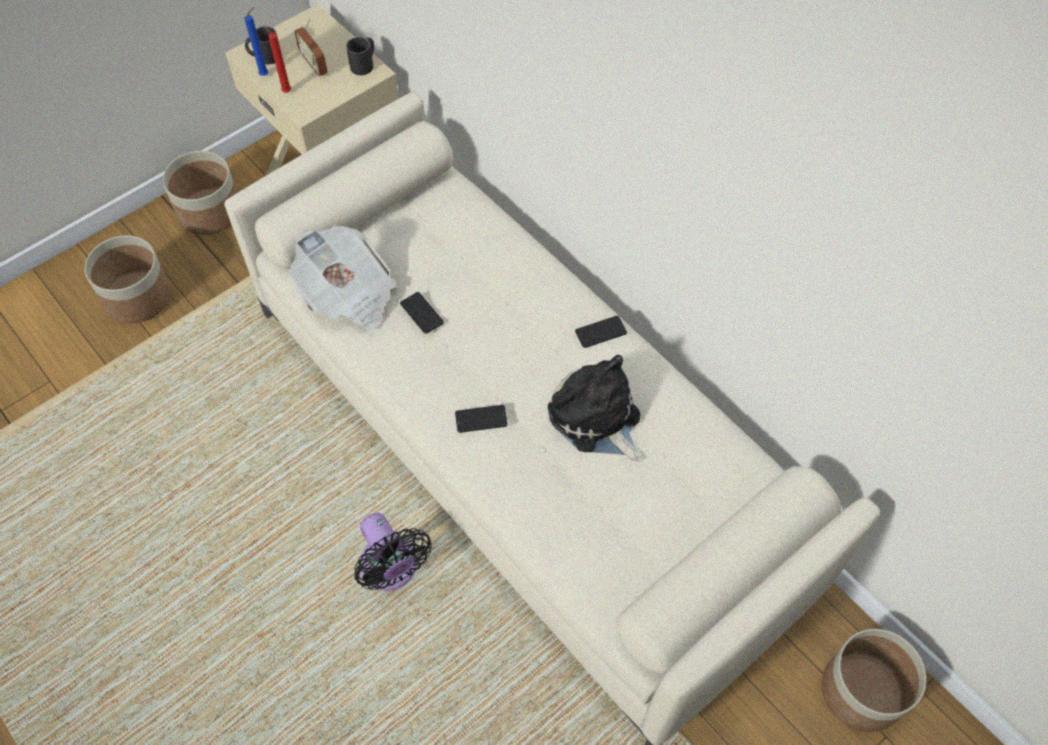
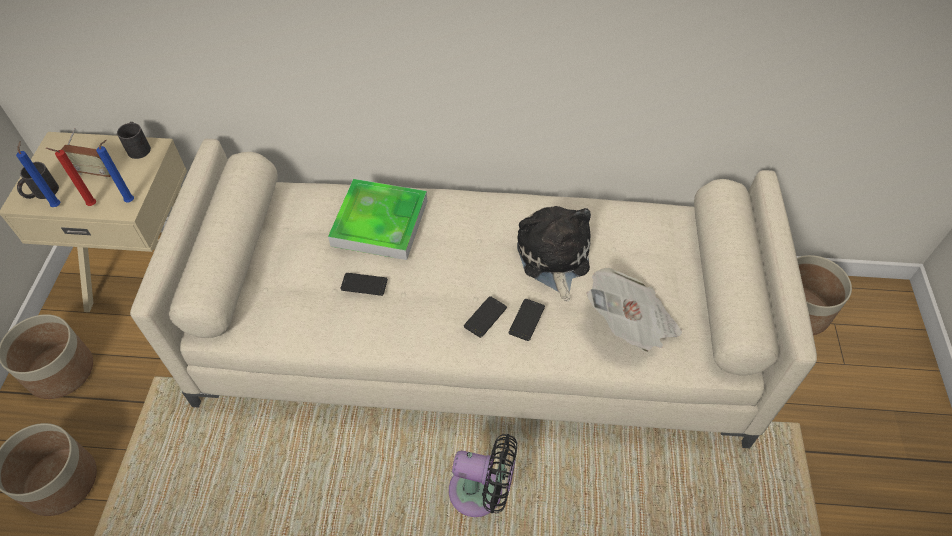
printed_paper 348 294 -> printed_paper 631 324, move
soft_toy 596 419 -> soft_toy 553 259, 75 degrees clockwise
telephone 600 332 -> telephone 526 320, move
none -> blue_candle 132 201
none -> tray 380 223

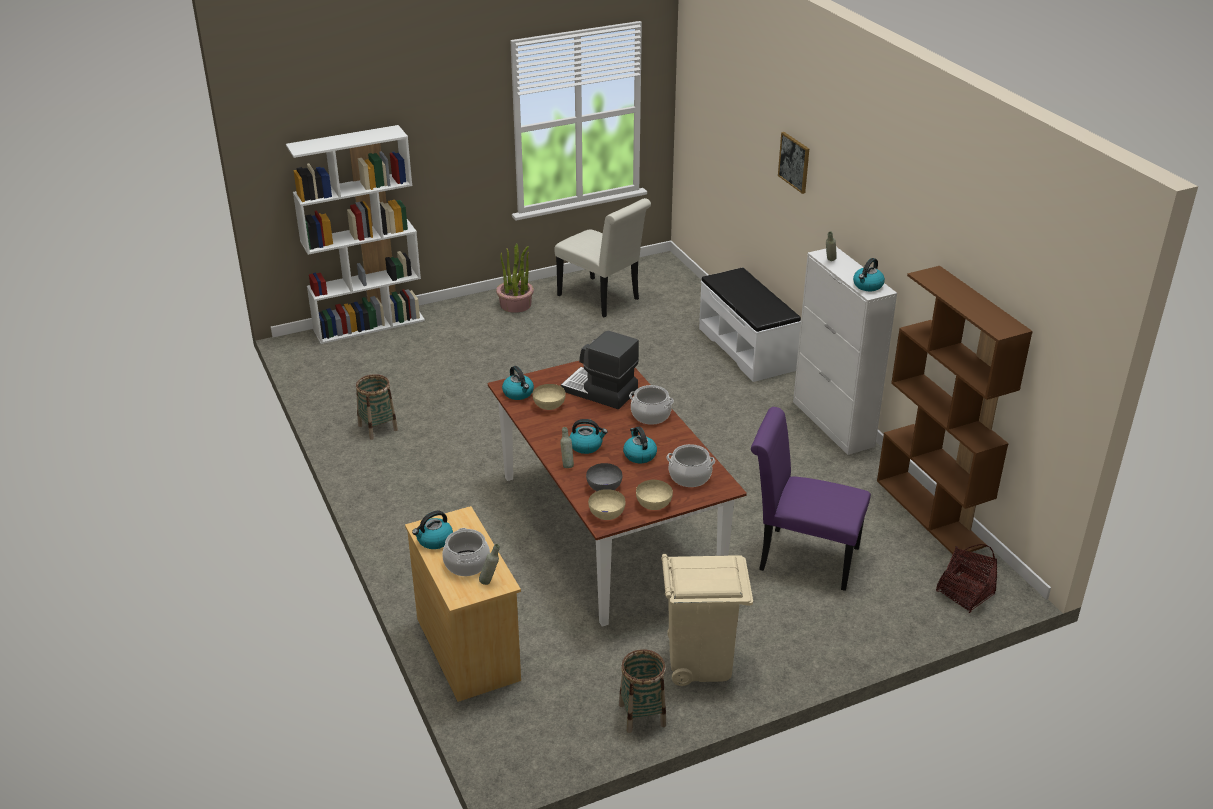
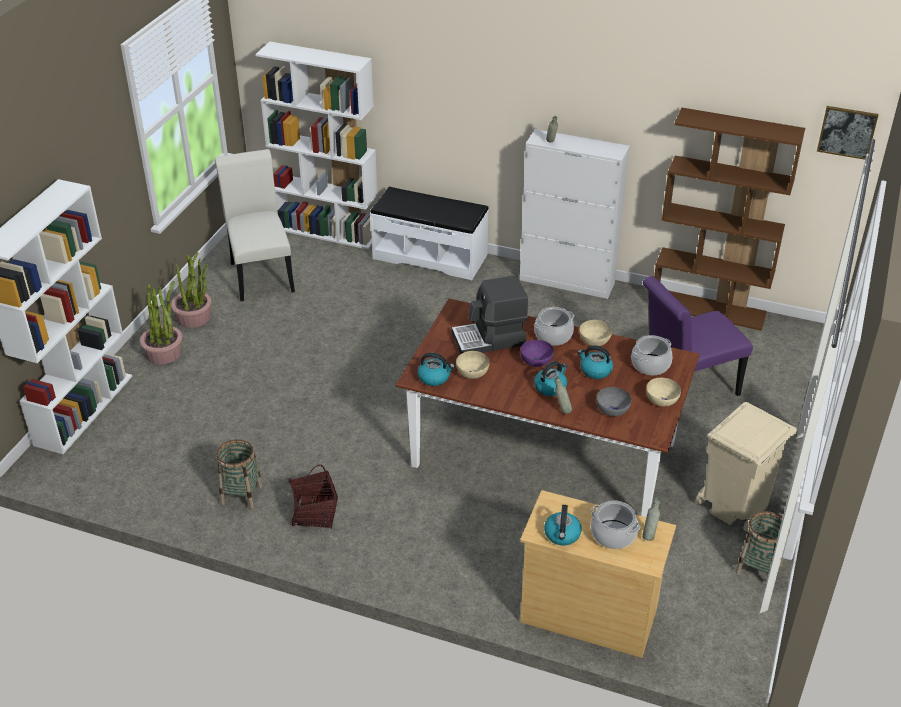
white-coloured_chair 602 299 -> white-coloured_chair 261 274, 105 degrees counterclockwise
beige_deep_dish 607 514 -> beige_deep_dish 595 341, move
picture 794 162 -> picture 847 132, move
water_kettle 867 286 -> none
storage_basket 964 593 -> storage_basket 315 513, move
none -> plant_in_a_pot 164 353
none -> white-coloured_bookshelf 327 231
none -> purple_deep_dish 536 361

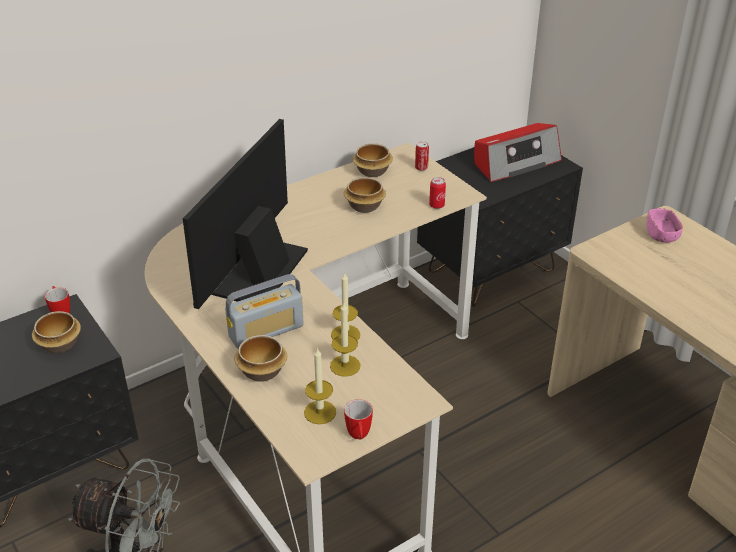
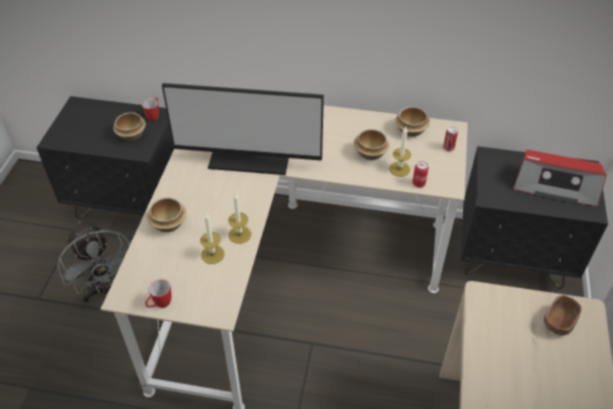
computer_display 258 271 -> computer_display 250 157, 150 degrees counterclockwise
radio_receiver 266 331 -> none
candle 320 412 -> candle 399 169, move
pinkish_deep_dish 661 235 -> brown_deep_dish 558 322

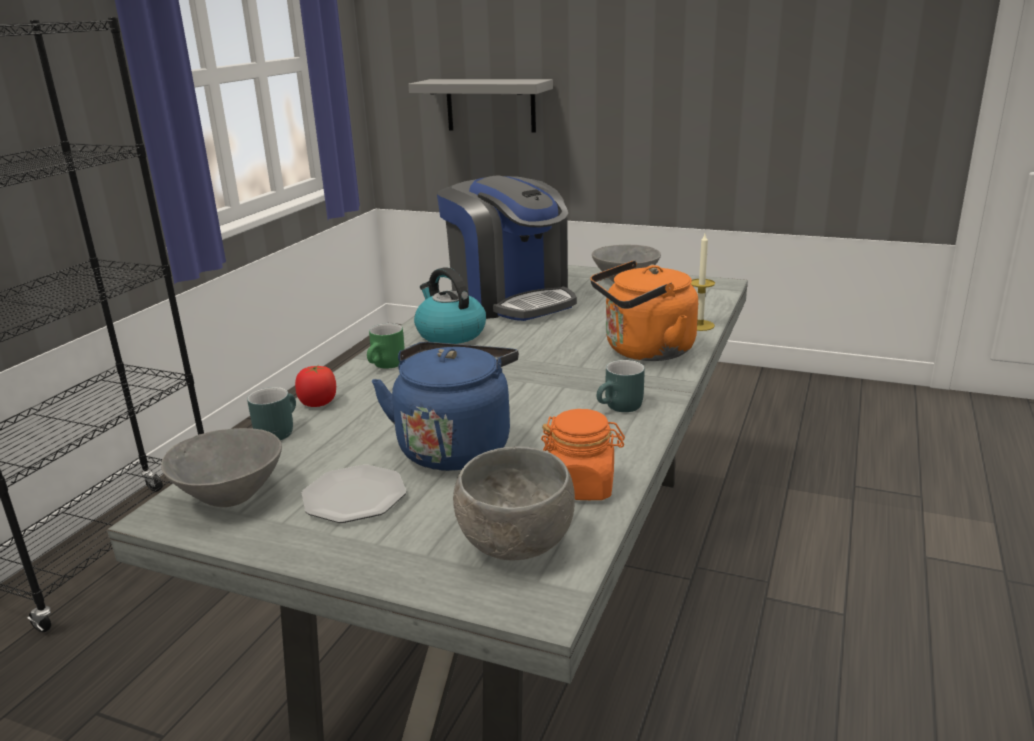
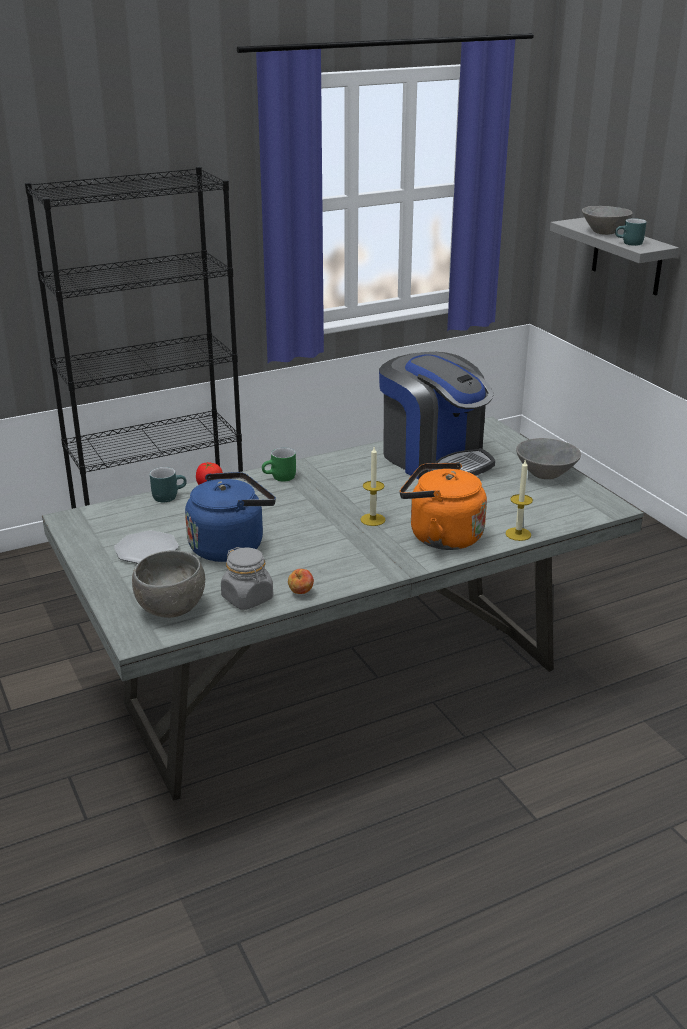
gray_deep_dish 230 495 -> gray_deep_dish 604 232, move
water_kettle 450 333 -> none
coffee_machine 510 300 -> coffee_machine 434 458, 45 degrees counterclockwise
orange_preserve_jar 581 486 -> gray_preserve_jar 247 598
turquoise-coloured_mug 621 408 -> turquoise-coloured_mug 629 243, move
none -> whole_apple 301 593
none -> candle 373 519

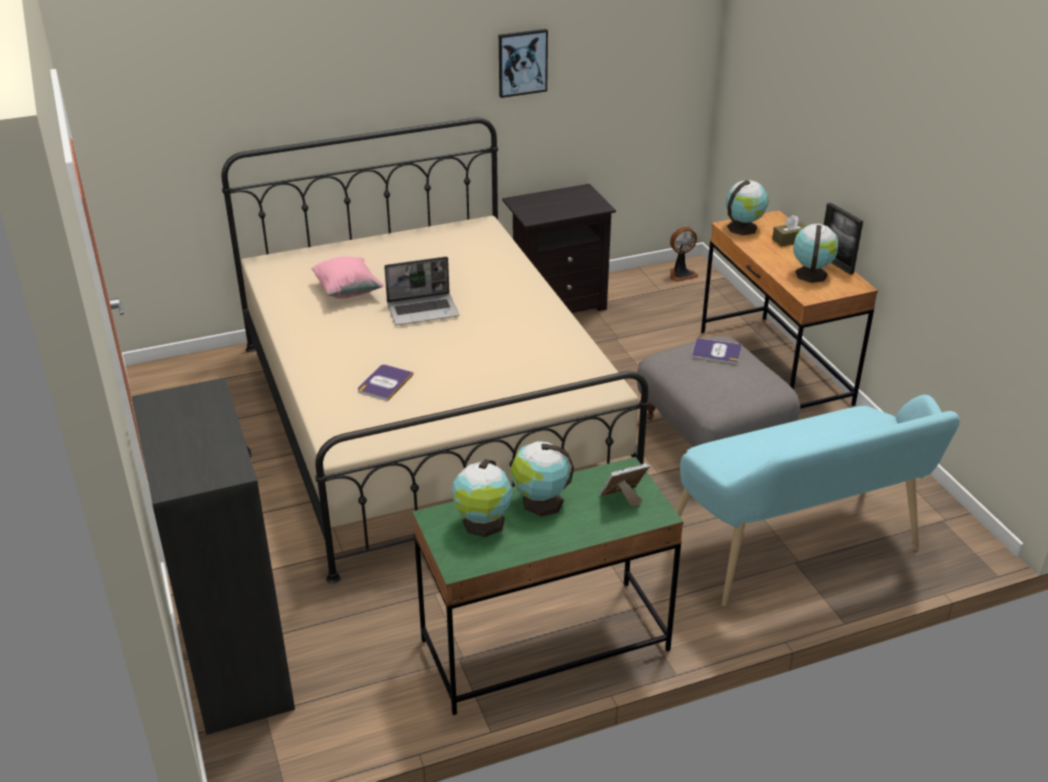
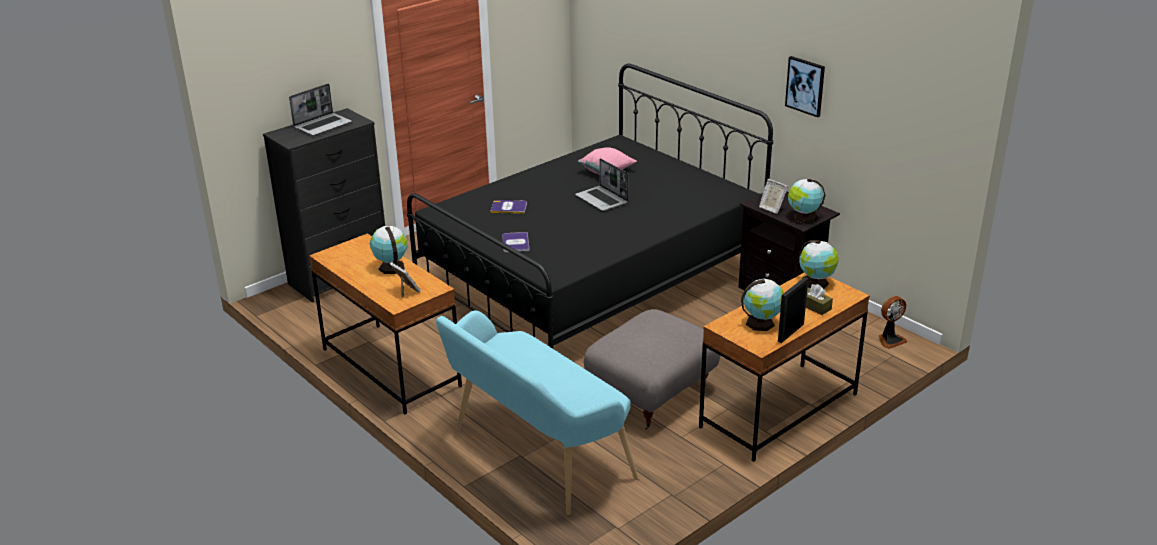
beige_bedroom_bed 427 418 -> blackish_bedroom_bed 590 277
green-coloured_desk_unit 544 645 -> brown_desk_unit 390 367
globe 483 524 -> globe 803 217, move
electric_fan 681 274 -> electric_fan 890 340, 75 degrees counterclockwise
book 716 352 -> book 515 243, move
none -> portable_computer 323 125
none -> photo_frame 771 208

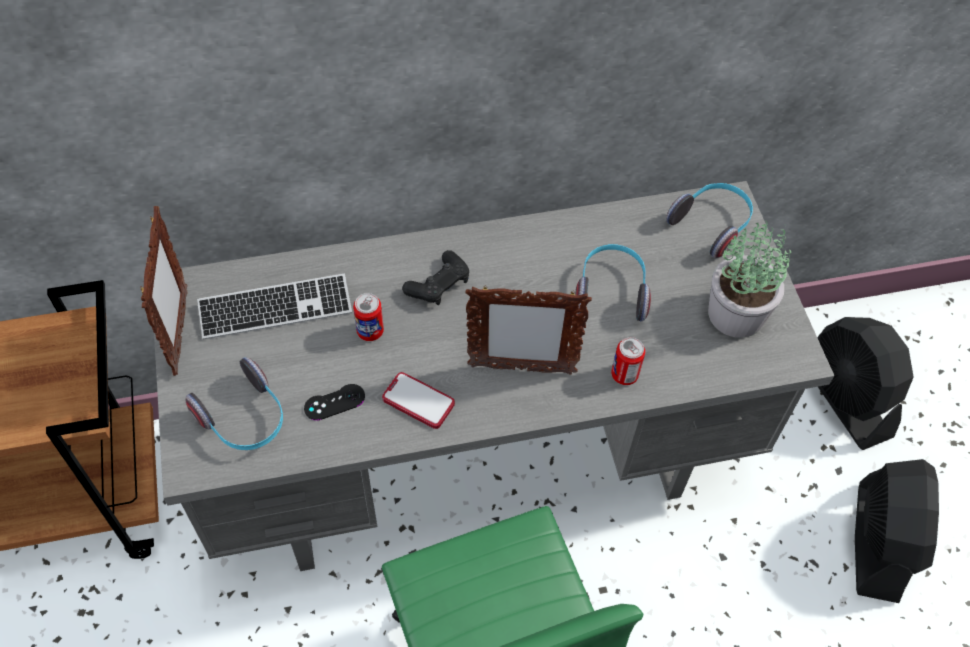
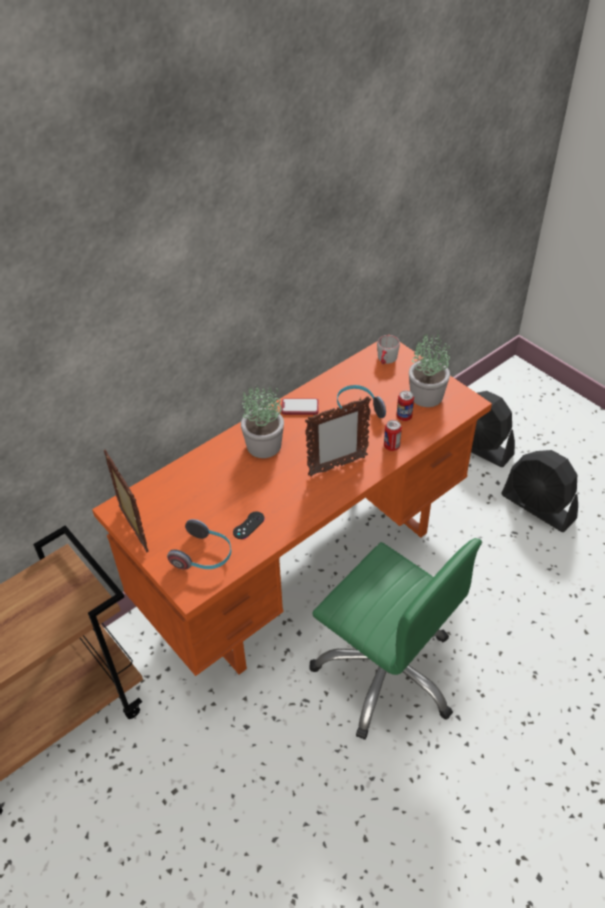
gray_desk_unit 481 460 -> orange_desk_unit 306 566
computer_keyboard 275 309 -> none
can 370 331 -> can 404 417, move
telephone 418 401 -> telephone 300 407, move
blackish_joypad 438 285 -> plant_in_a_pot 264 446
headphones 712 225 -> gray_mug 386 360
blackish_electric_fan 878 541 -> blackish_electric_fan 538 507, 150 degrees clockwise

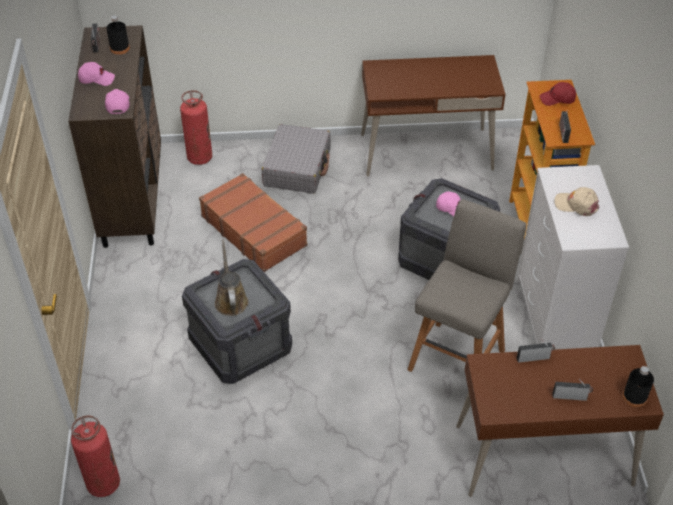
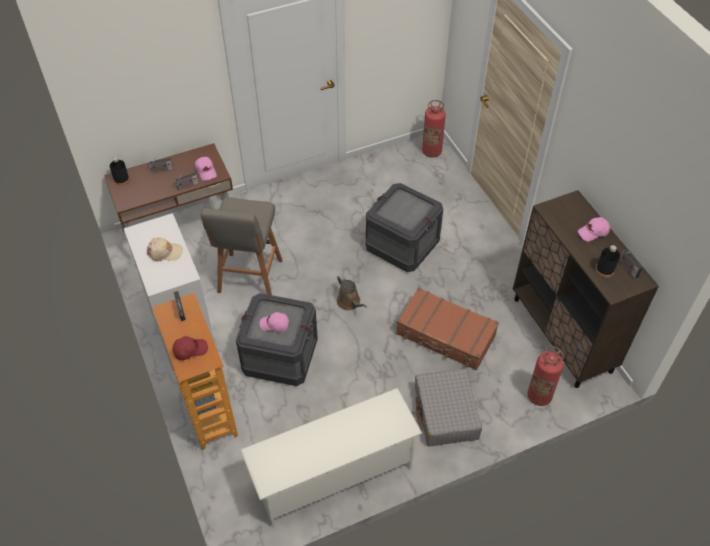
pinkish_peaked_cap 117 104 -> pinkish_peaked_cap 206 171, move
brown_watering_can 231 300 -> brown_watering_can 349 302, move
brown_desk_unit 426 152 -> white-coloured_shoe_shelf 333 474

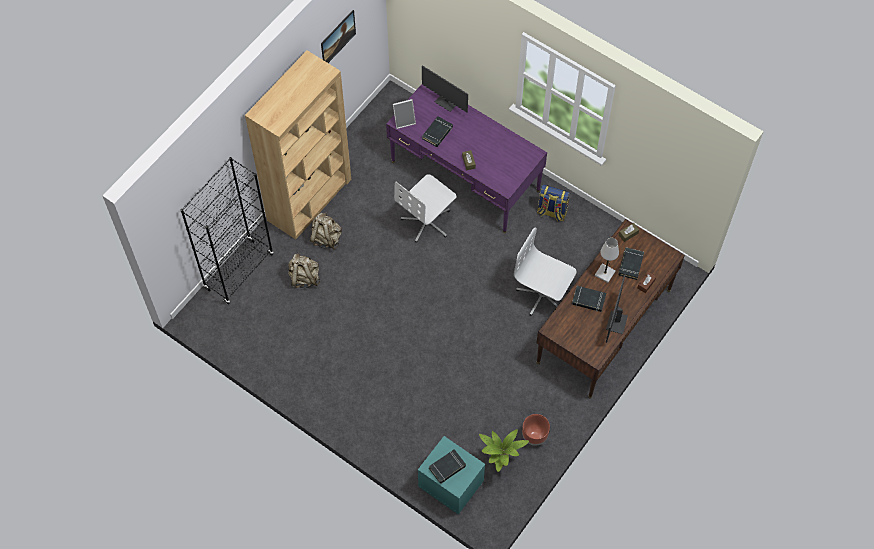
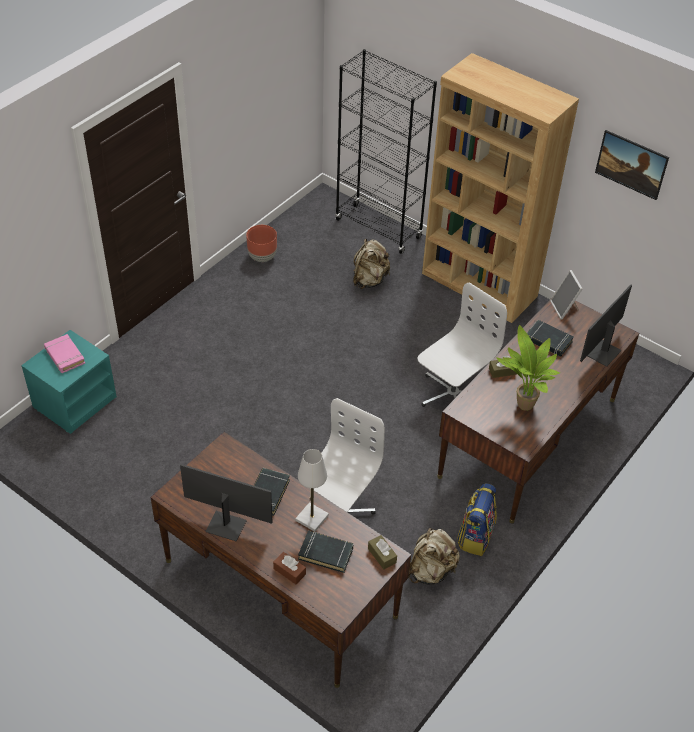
beige_knapsack 326 238 -> beige_knapsack 430 571, move
purple_desk_unit 465 176 -> brown_desk_unit 528 437
white-coloured_computer_chair 427 222 -> white-coloured_computer_chair 452 394, 90 degrees clockwise
blackish_book 447 467 -> pinkish_book 64 356
plant_in_a_pot 500 464 -> plant_in_a_pot 522 406, move
brown_planter 534 436 -> brown_planter 262 257, move

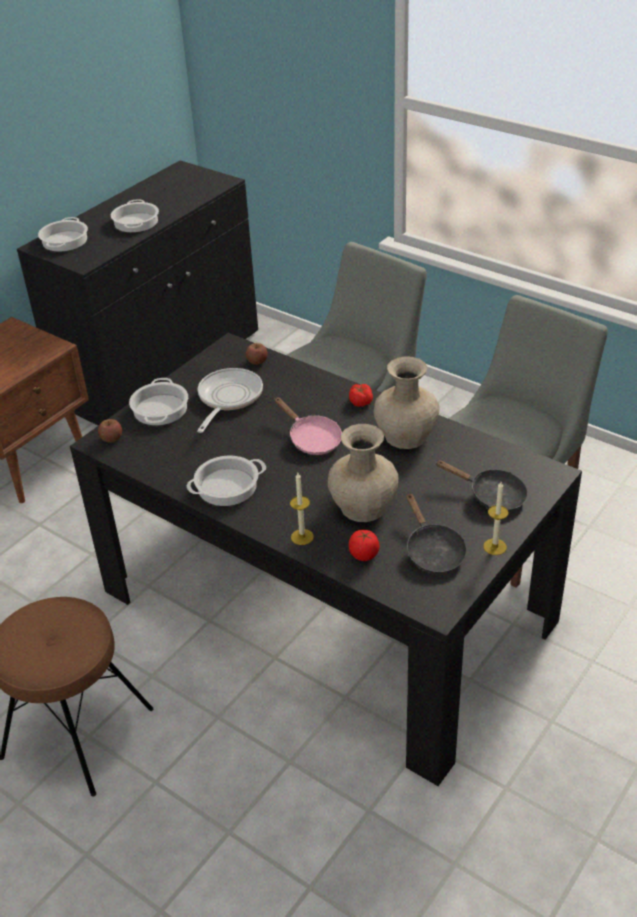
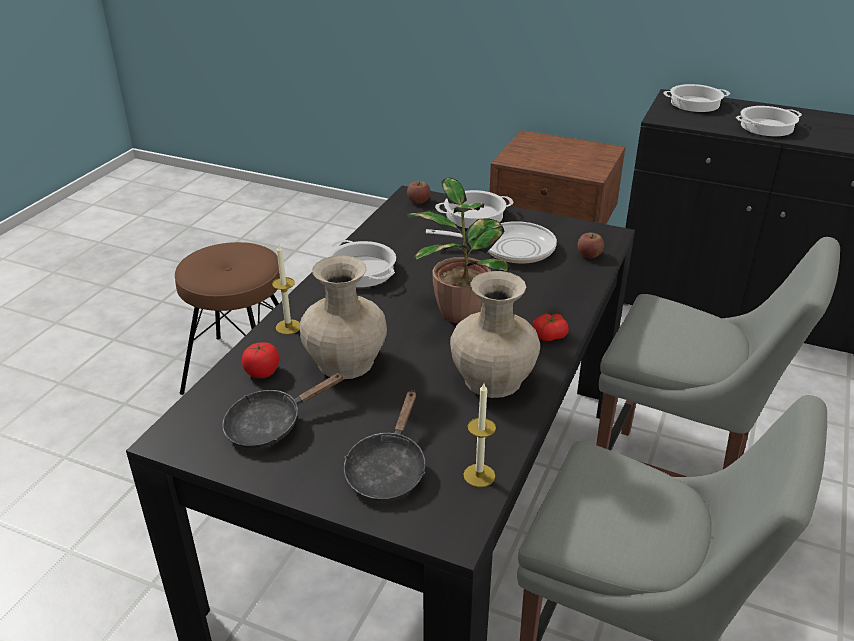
pinkish_frying_pan 311 439 -> plant_in_a_pot 459 310
candle 495 547 -> candle 479 475, move

